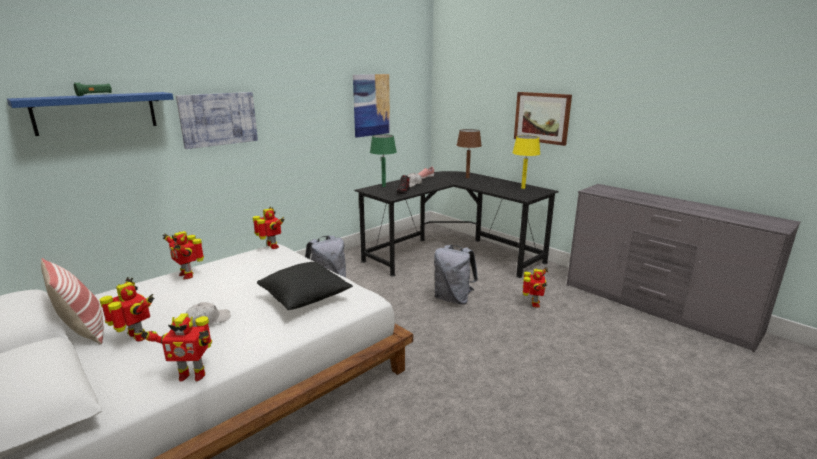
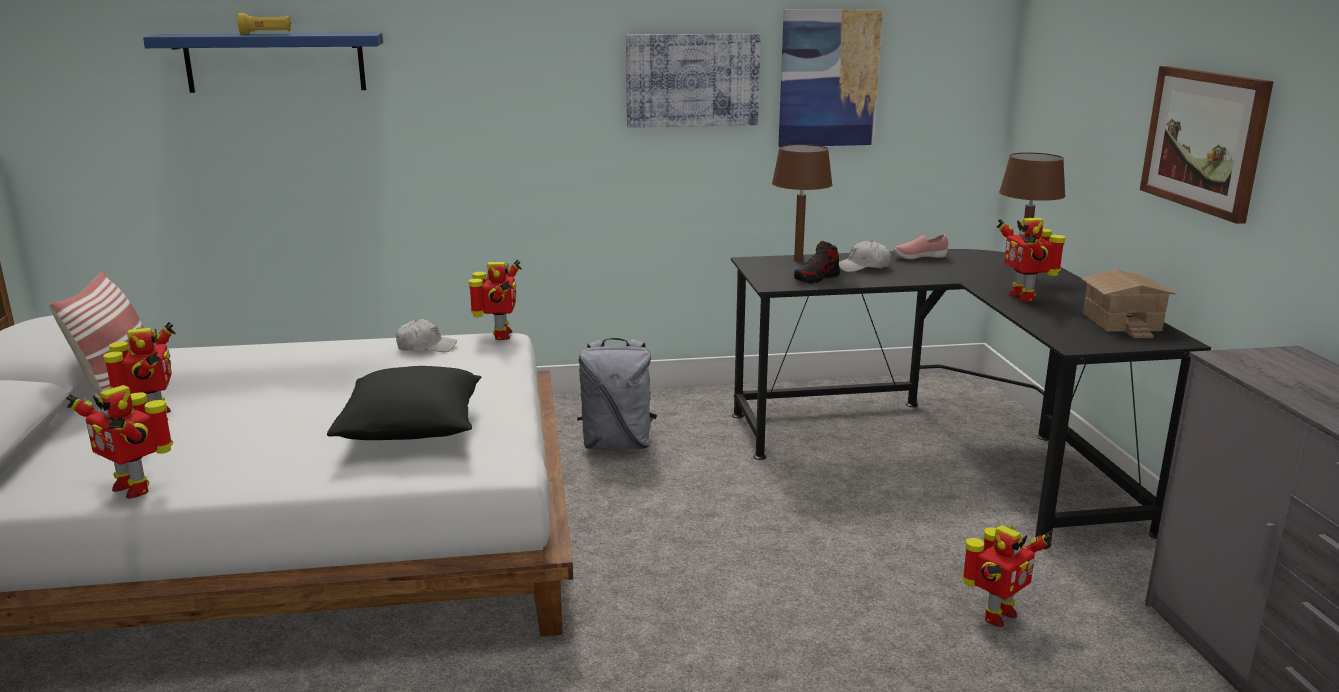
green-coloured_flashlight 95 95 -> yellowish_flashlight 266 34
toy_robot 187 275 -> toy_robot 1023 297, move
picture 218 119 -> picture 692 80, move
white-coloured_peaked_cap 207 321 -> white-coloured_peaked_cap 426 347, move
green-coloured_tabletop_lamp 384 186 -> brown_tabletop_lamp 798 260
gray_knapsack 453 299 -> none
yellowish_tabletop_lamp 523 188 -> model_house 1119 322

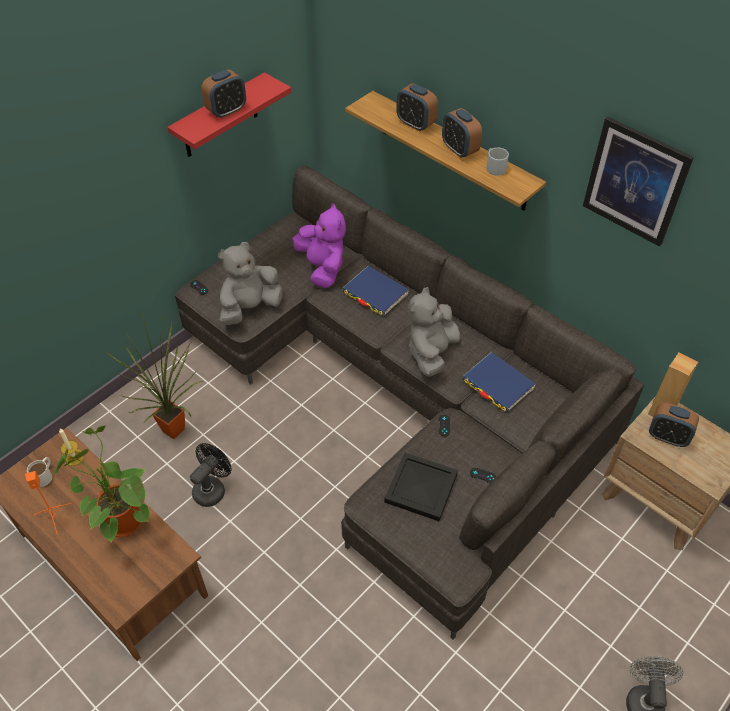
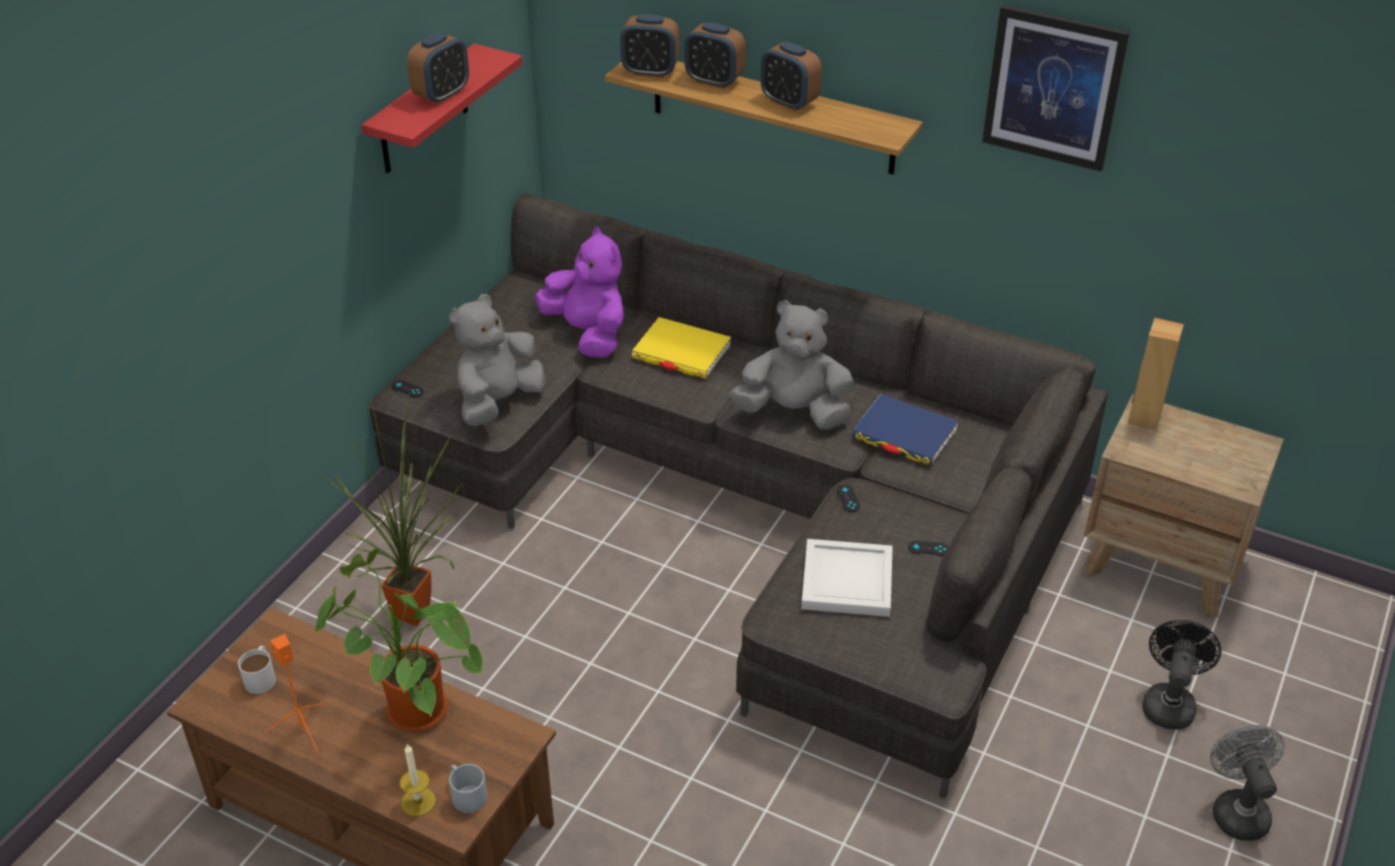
candle 74 457 -> candle 418 801, move
blackish_electric_fan 212 488 -> blackish_electric_fan 1169 703, move
blue_book 375 293 -> yellowish_book 681 352
blackish_tray 421 489 -> white-coloured_tray 848 582
gray_soft_toy 431 352 -> gray_soft_toy 793 412, 90 degrees clockwise
gray_mug 494 167 -> gray_mug 465 795, move
table_clock 667 437 -> table_clock 650 71, move

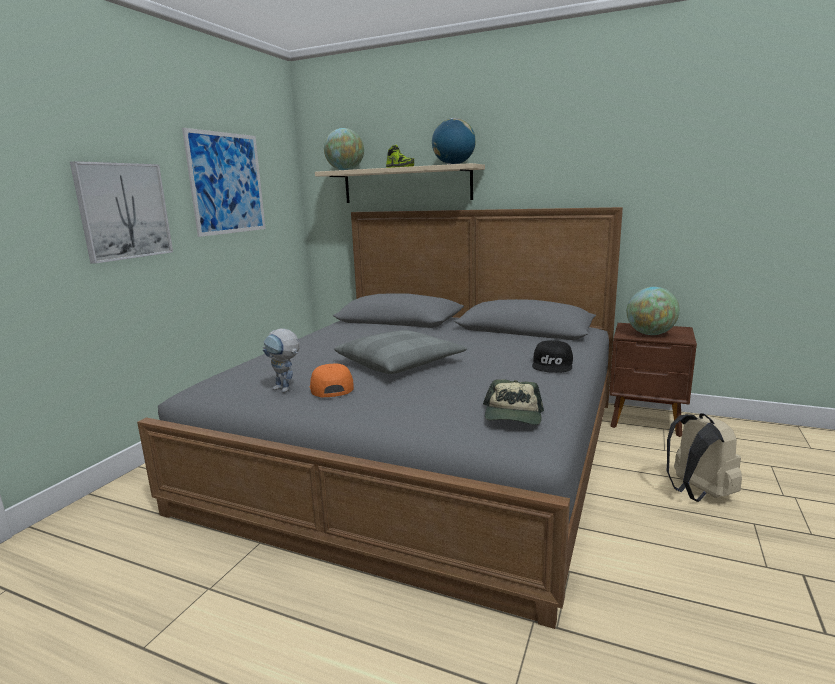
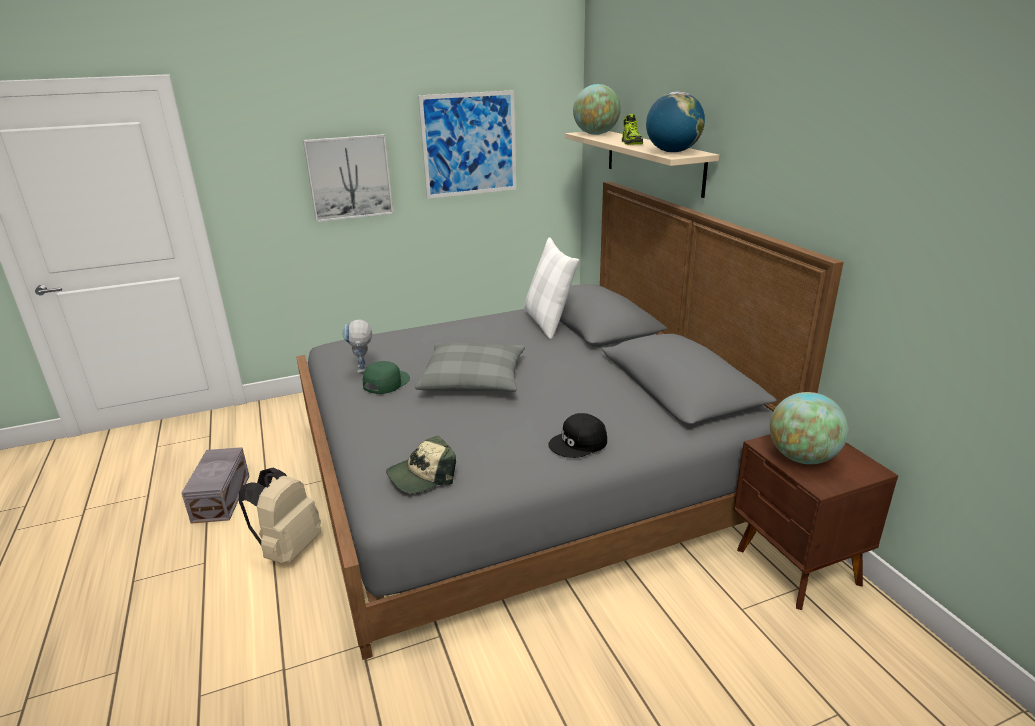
orange_peaked_cap 330 387 -> green-coloured_peaked_cap 385 382
beige_knapsack 697 493 -> beige_knapsack 288 548, move
none -> gray_storage_bin 223 497
none -> white-coloured_cushion 548 322

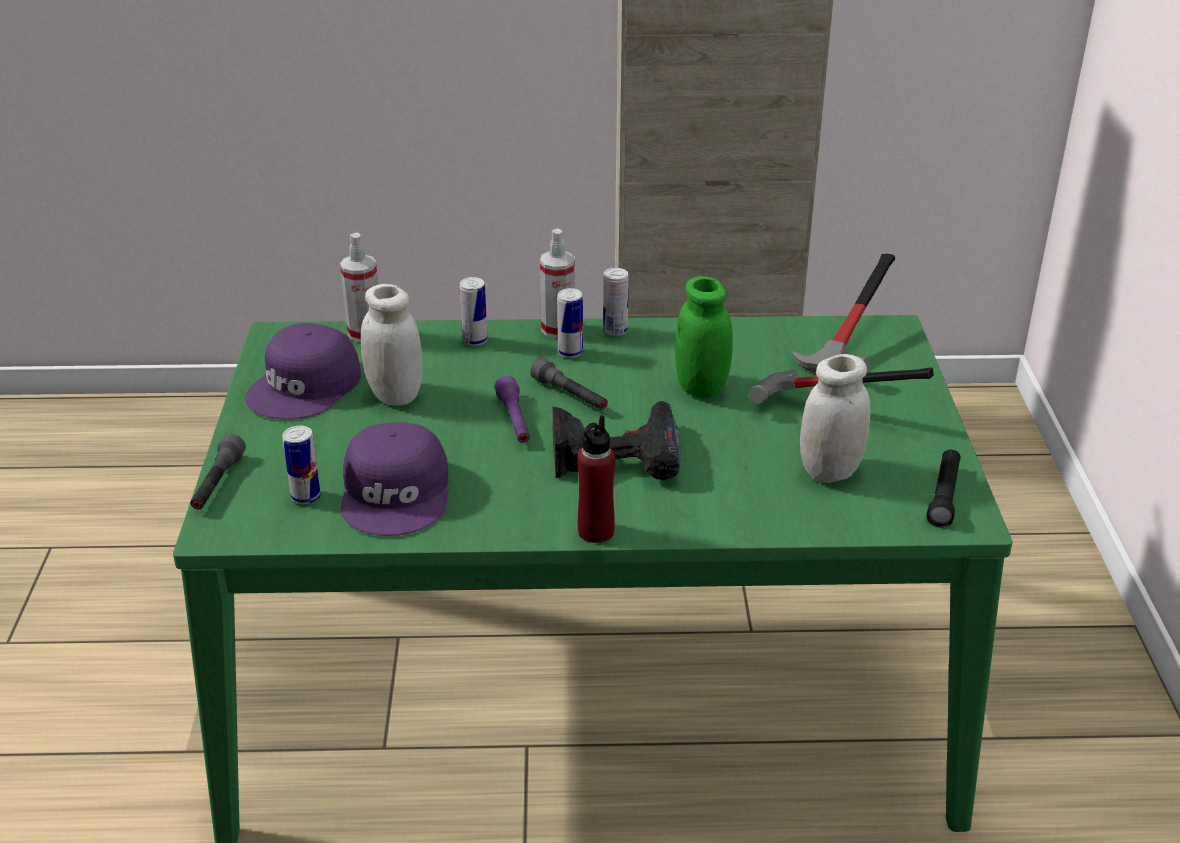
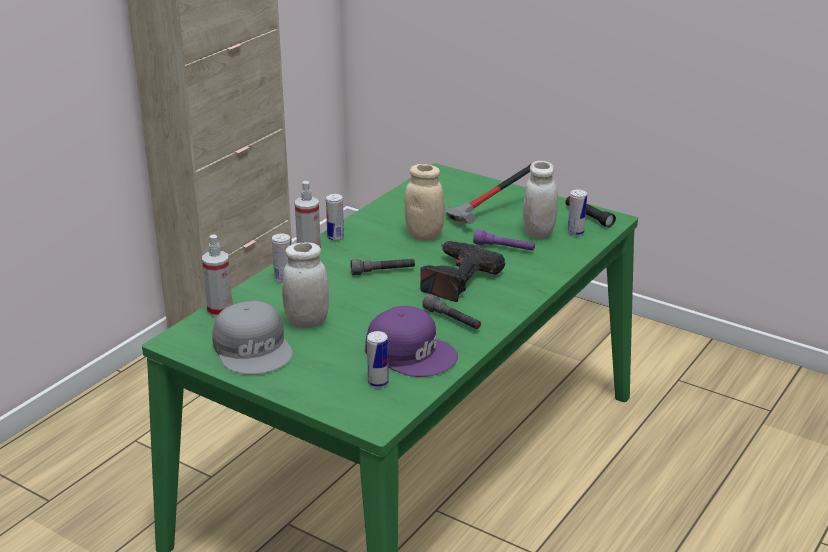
gray_flashlight 217 483 -> gray_flashlight 452 320, move
purple_peaked_cap 306 386 -> gray_peaked_cap 254 348
purple_flashlight 514 421 -> purple_flashlight 504 248, move
can 570 352 -> can 575 233, move
reddish_bottle 595 531 -> none
green-coloured_preserve_jar 701 387 -> beige_preserve_jar 424 235
hand_hammer 853 350 -> none

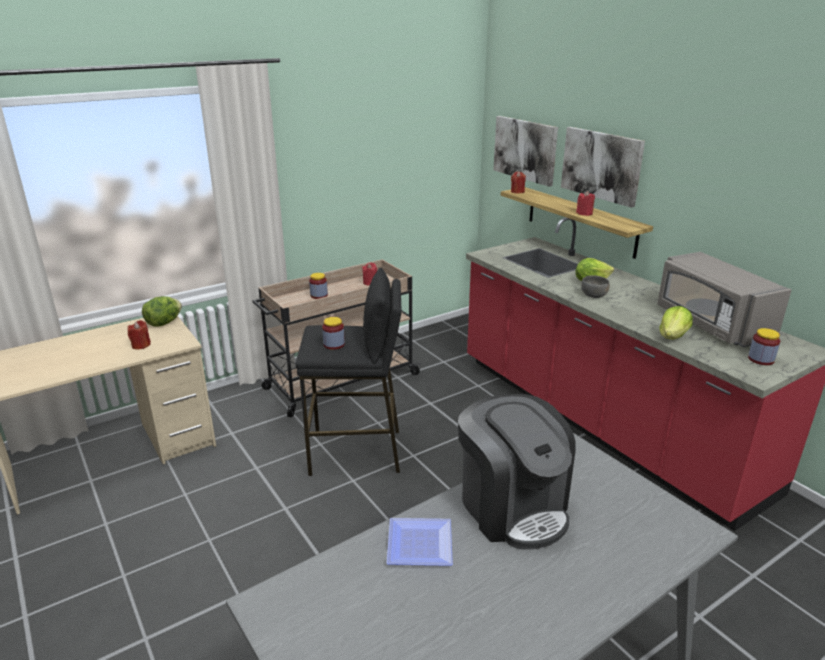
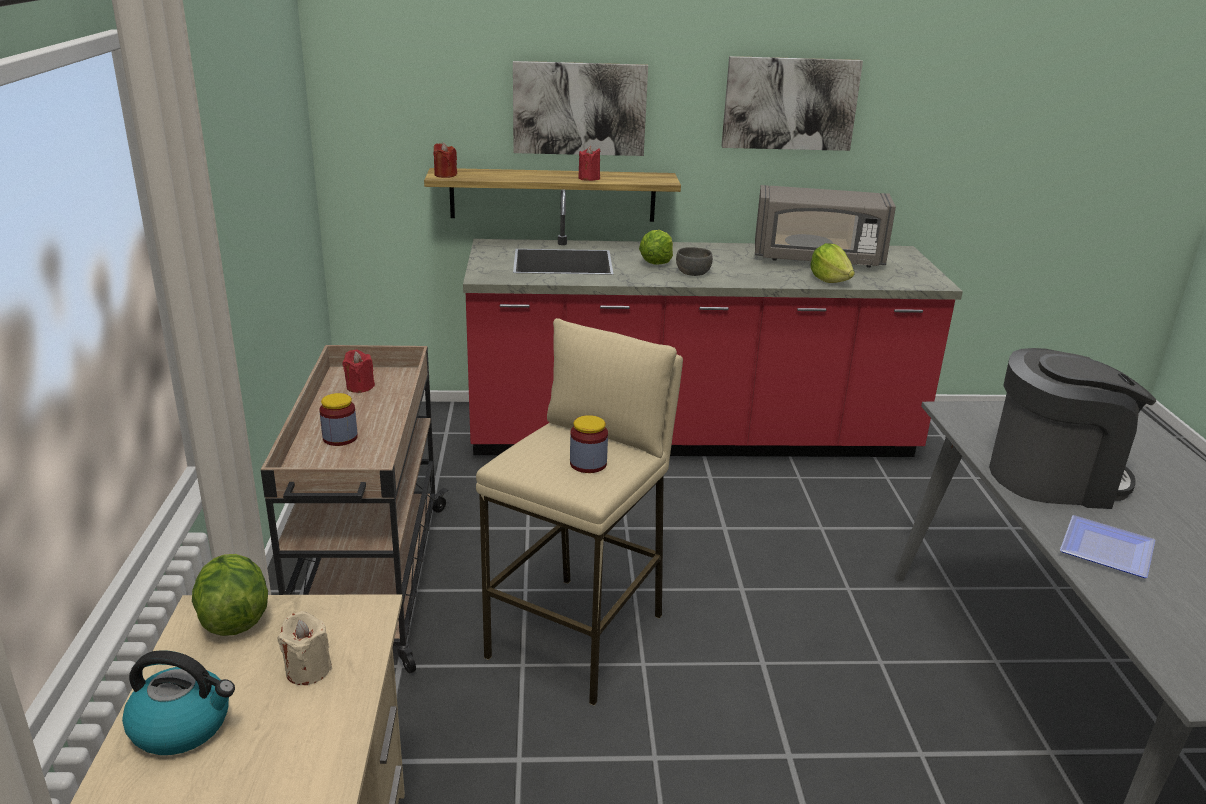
reddish_candle 141 345 -> beige_candle 308 670
blackish_sitting_stool 356 452 -> beige_sitting_stool 578 636
picture 525 149 -> picture 790 103, move
preserve_jar 761 359 -> none
none -> water_kettle 183 726

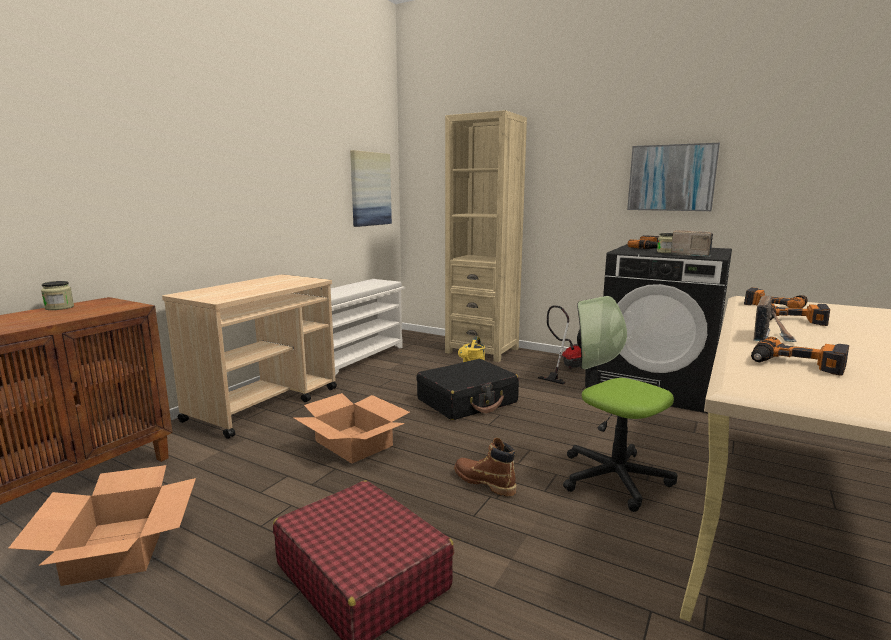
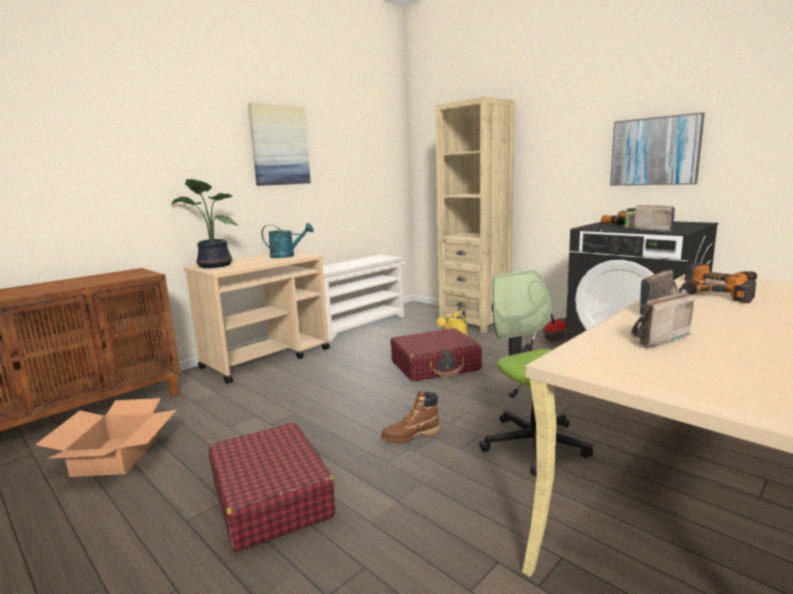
preserve_jar 59 307 -> none
cardboard_box 353 443 -> none
picture 370 189 -> picture 279 145, move
blackish_travel_case 467 401 -> reddish_travel_case 435 366
brown_tall_boot 484 482 -> brown_tall_boot 411 436, 75 degrees counterclockwise
drill 796 364 -> radio_receiver 653 339
none -> plant_in_a_pot 213 266
none -> turquoise-coloured_watering_can 287 256

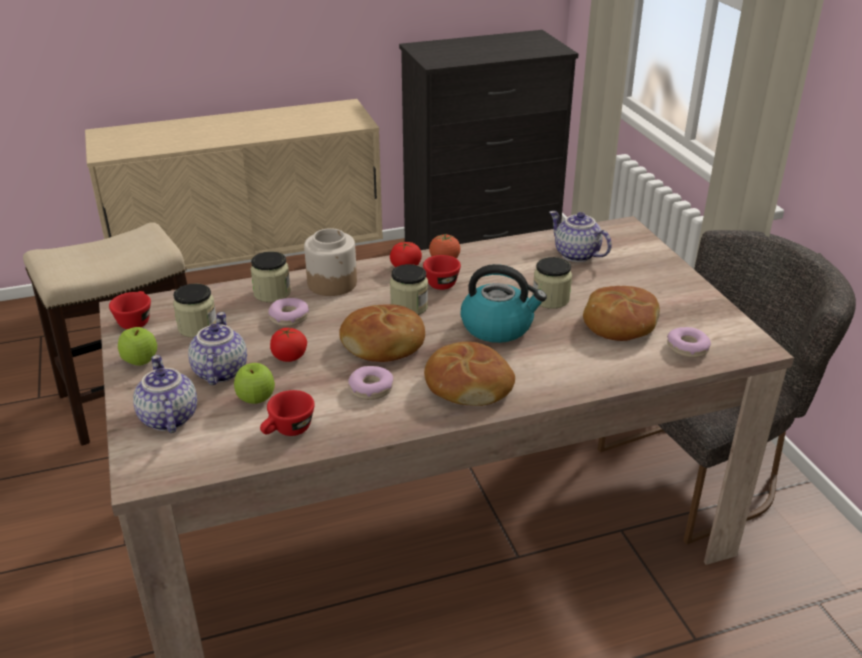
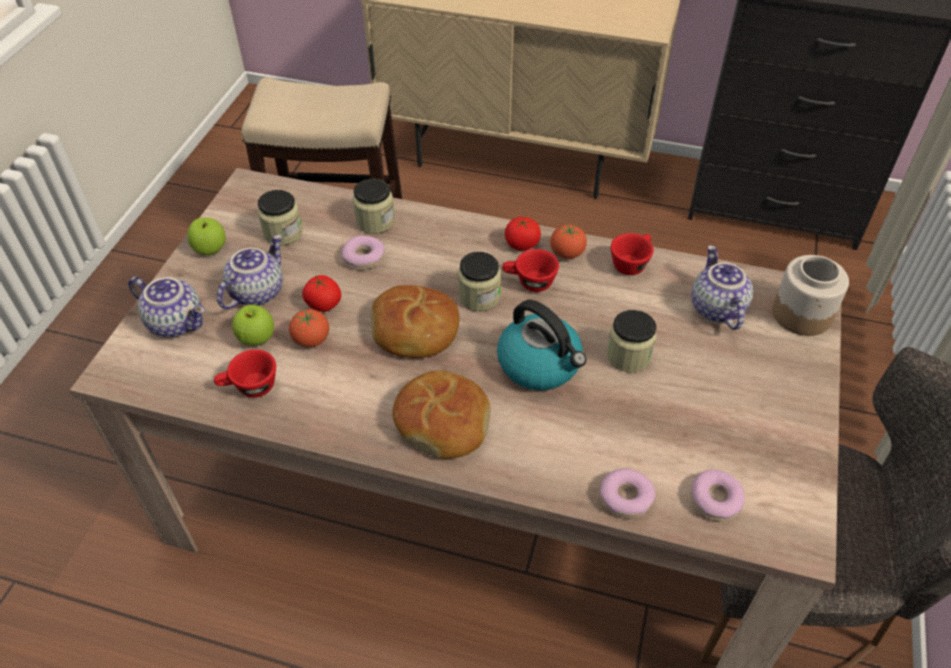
reddish_cup 135 320 -> reddish_cup 631 263, move
pot_for_tea 167 418 -> pot_for_tea 177 322, 105 degrees clockwise
preserve_jar 332 283 -> preserve_jar 802 314, move
doughnut 371 389 -> doughnut 625 498, move
bread 619 324 -> none
none -> whole_tomato 311 340

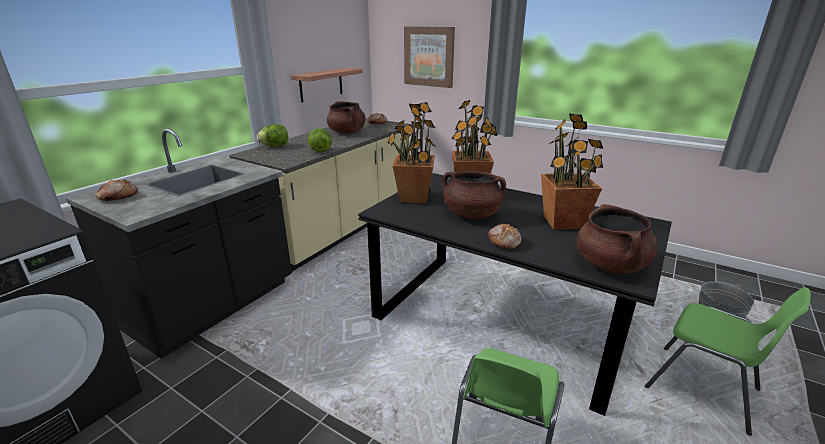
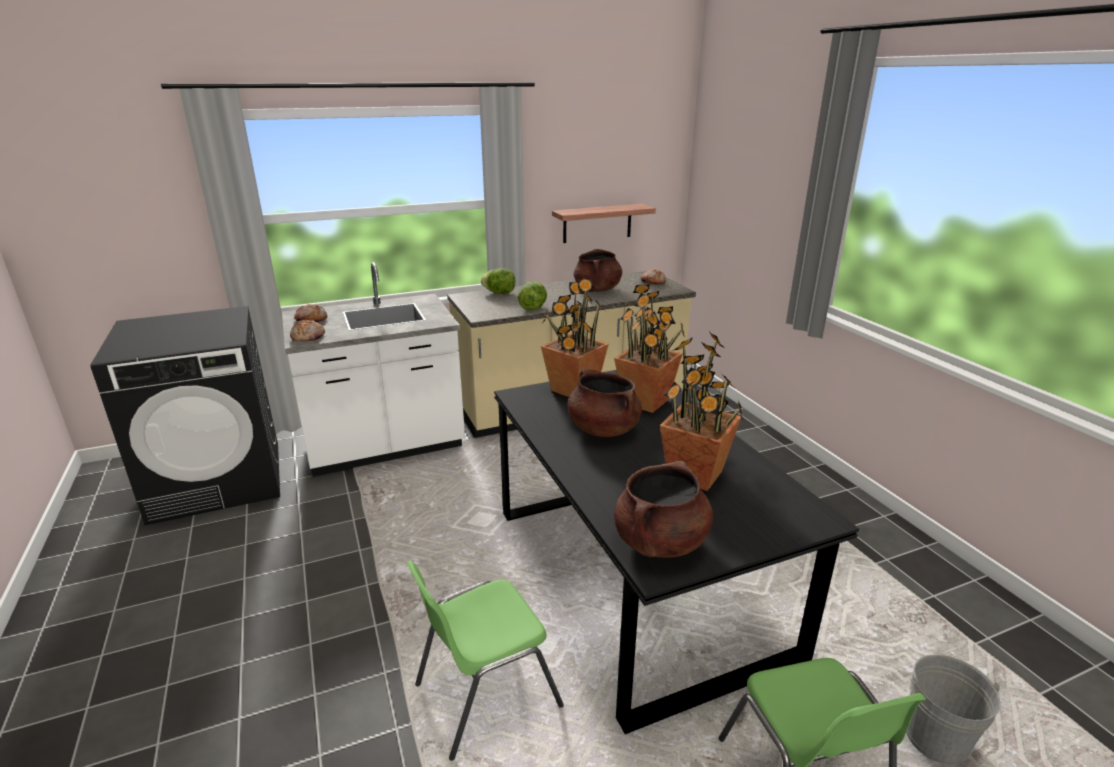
blackish_counter 213 306 -> white-coloured_counter 385 446
picture 429 56 -> none
bread 504 242 -> bread 308 337, move

